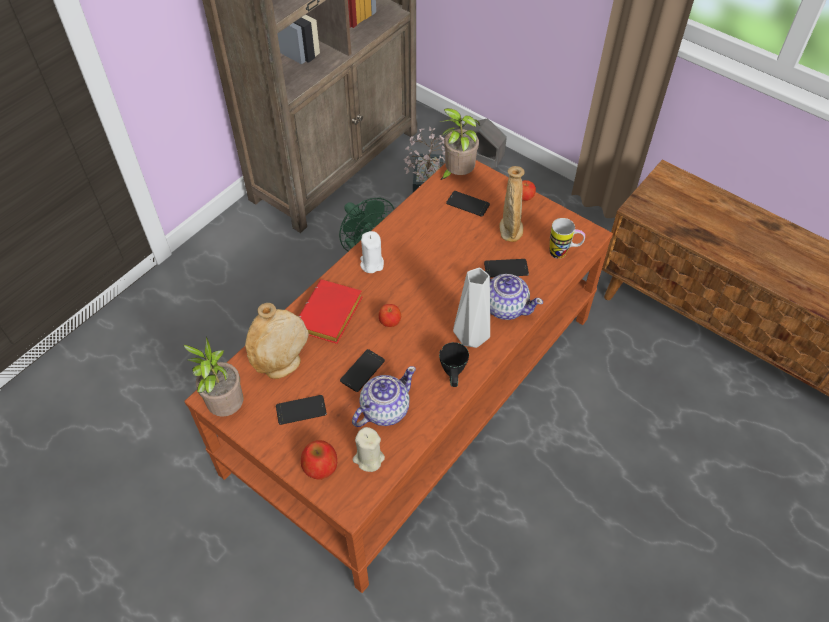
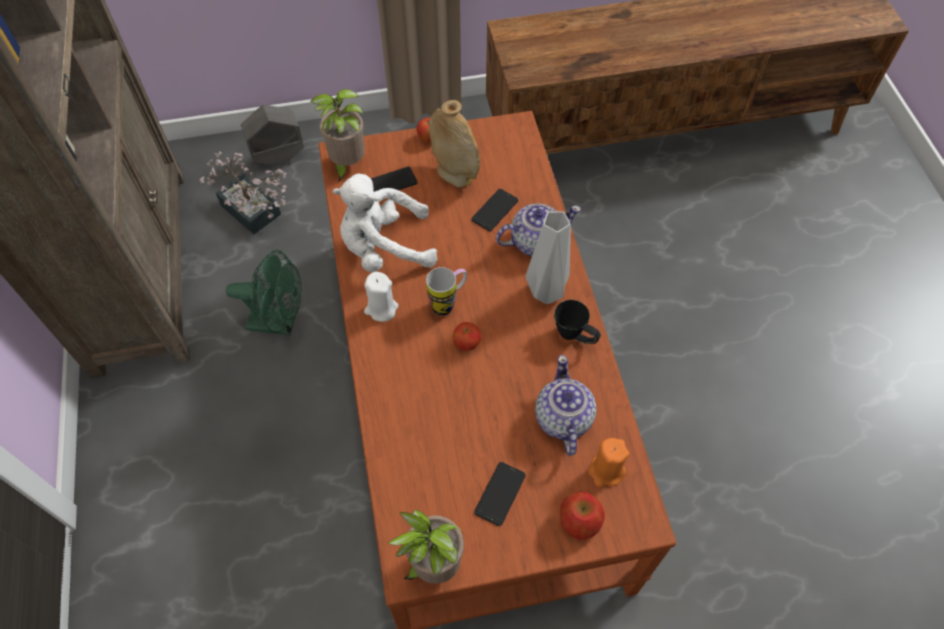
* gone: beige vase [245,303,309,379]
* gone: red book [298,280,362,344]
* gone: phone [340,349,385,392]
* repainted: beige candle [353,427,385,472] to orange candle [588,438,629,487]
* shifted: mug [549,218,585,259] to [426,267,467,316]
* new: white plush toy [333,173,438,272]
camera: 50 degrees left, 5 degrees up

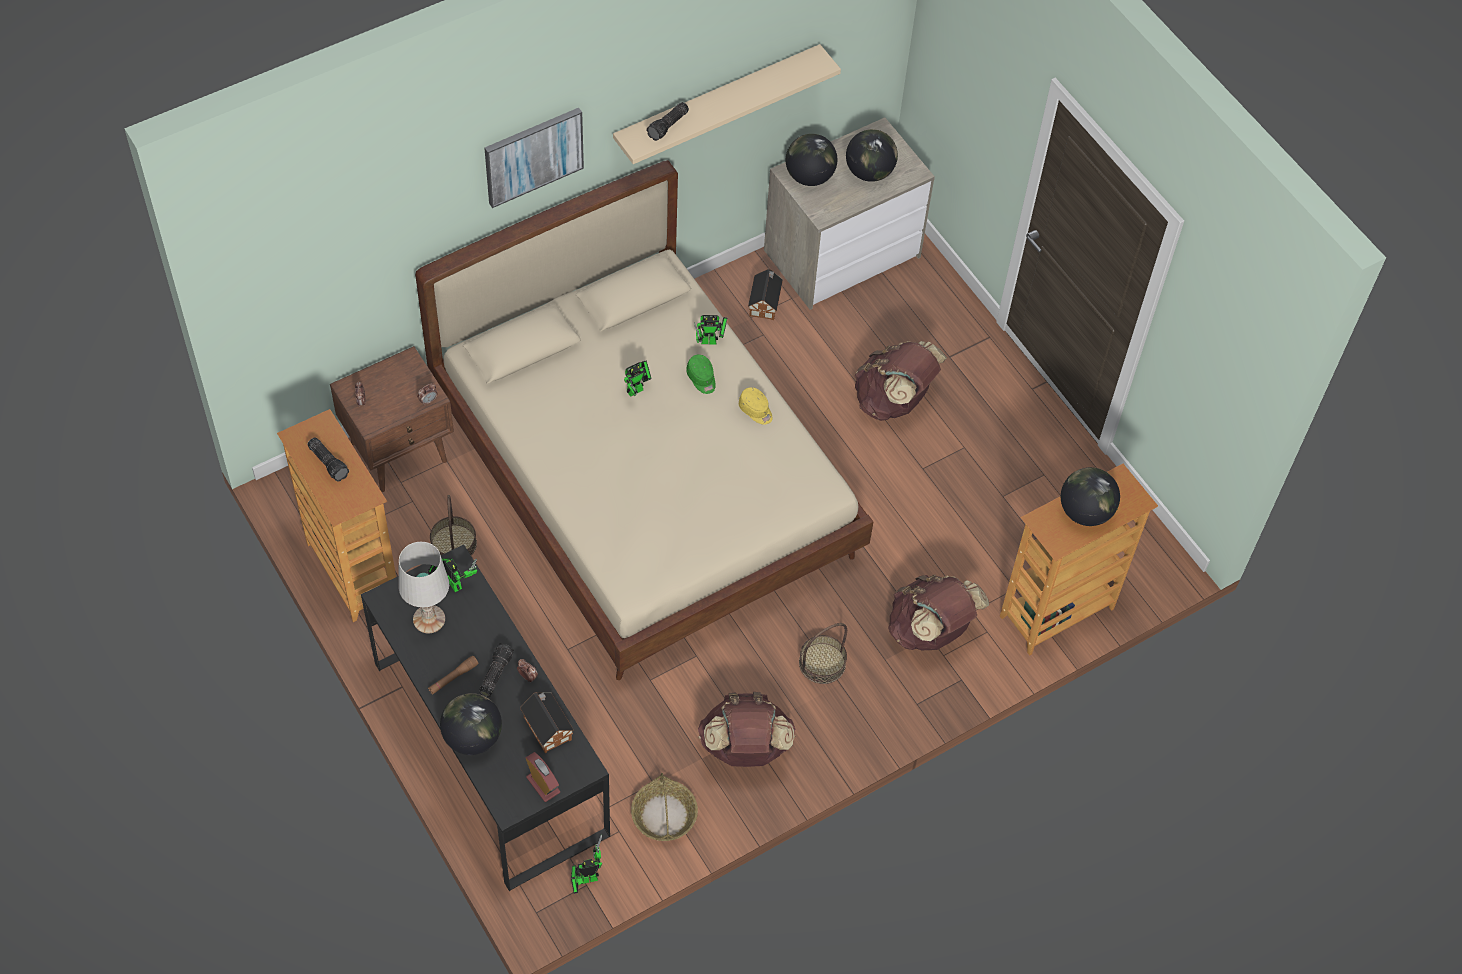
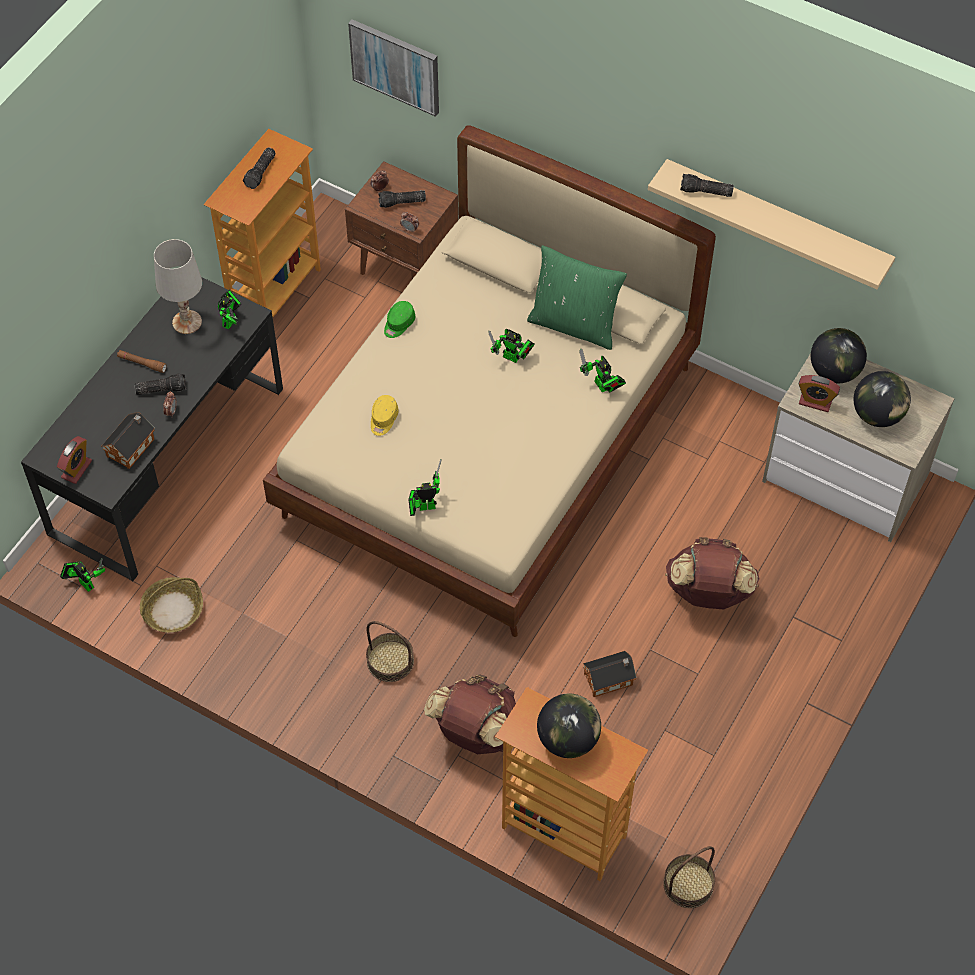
* shifted: basket [430,495,477,556] to [663,846,715,908]
* gone: globe [440,693,502,755]
* shifted: picture [484,108,584,208] to [348,19,439,117]
* shifted: green cap [686,355,716,394] to [384,301,415,338]
* gone: brown backpack [698,692,795,767]
* shifted: yellow cap [739,387,773,425] to [371,395,399,436]
* shifted: toy house [748,269,783,320] to [583,651,637,697]
* new: flashlight [378,190,426,208]
* new: toy robot [408,459,441,516]
* new: green pillow [527,245,627,350]
* new: alarm clock [798,375,840,412]
camera: 65 degrees right, 0 degrees up

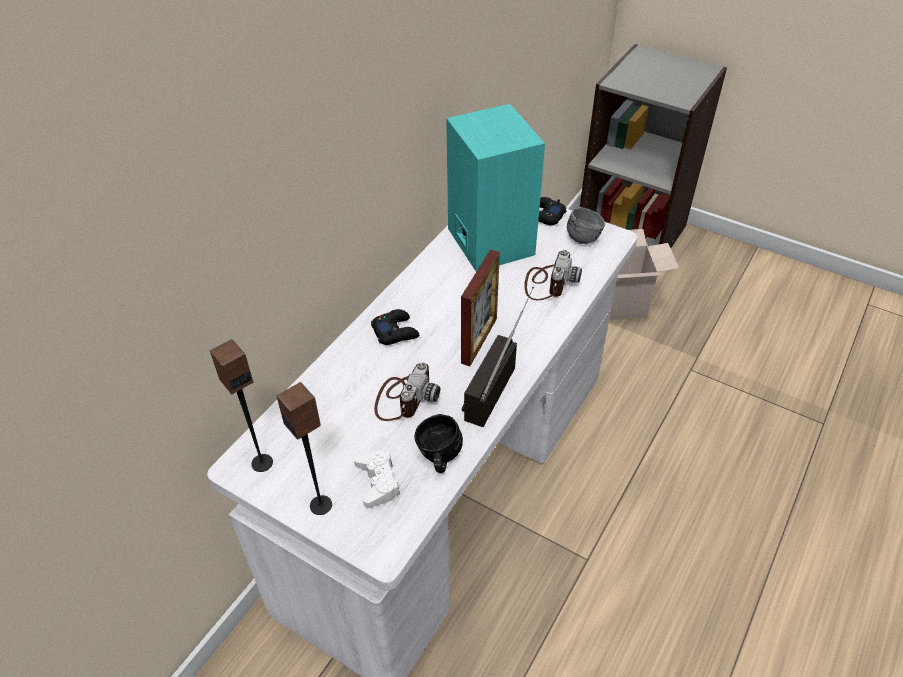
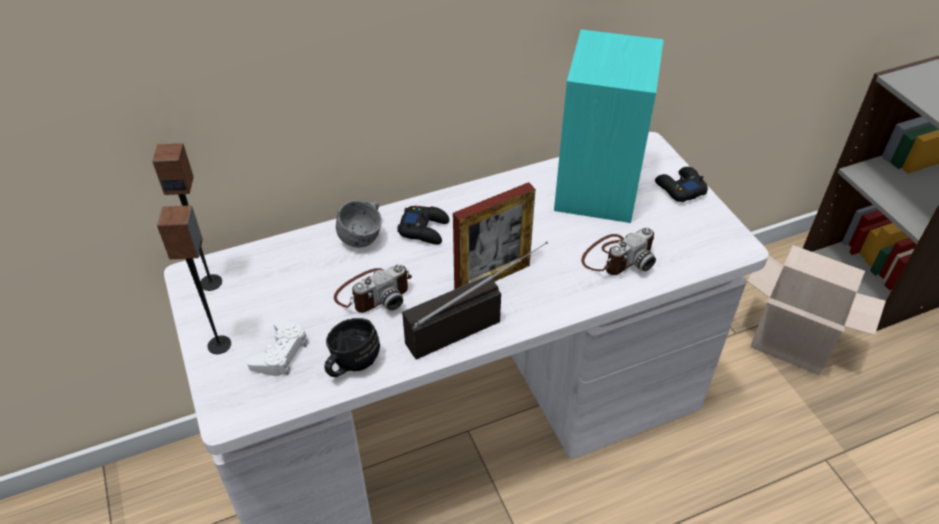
* shifted: grey mug [567,206,605,244] to [336,200,382,248]
camera: 35 degrees right, 0 degrees up

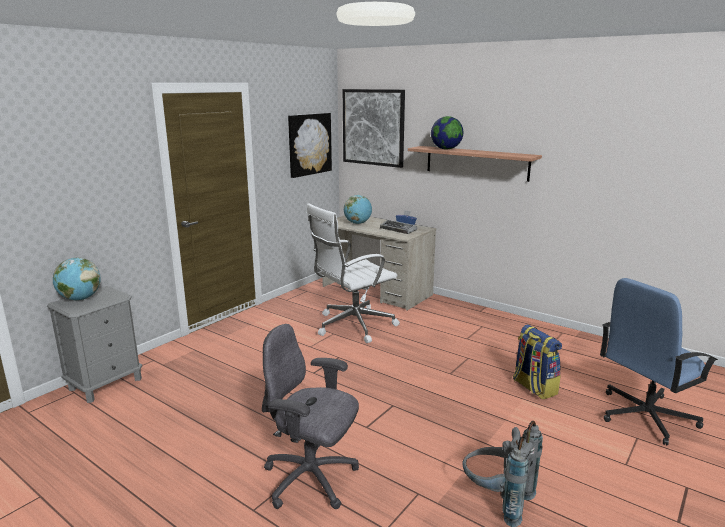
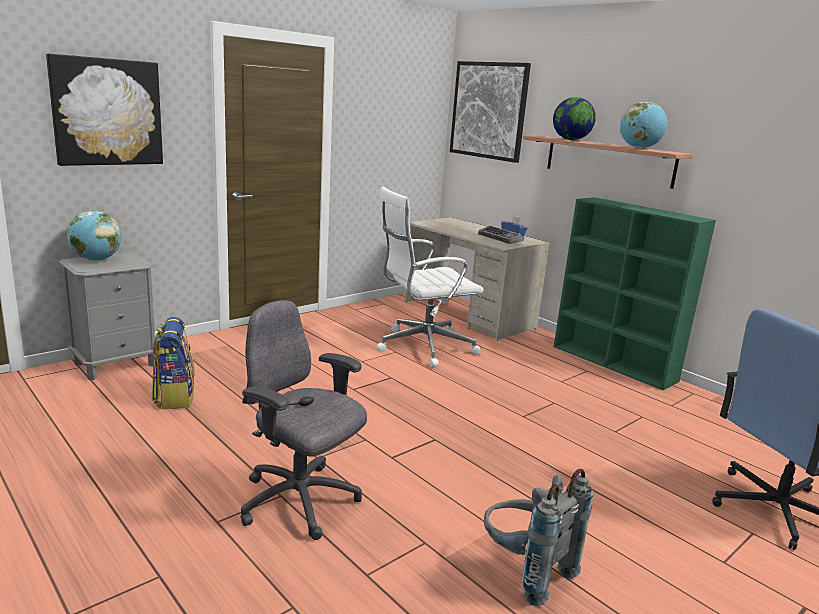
* shifted: picture [288,113,332,178] to [46,54,163,166]
* shifted: globe [344,195,372,224] to [620,102,667,149]
* shifted: backpack [513,324,562,400] to [152,317,195,409]
* new: green bookcase [554,197,716,390]
camera: 10 degrees right, 0 degrees up

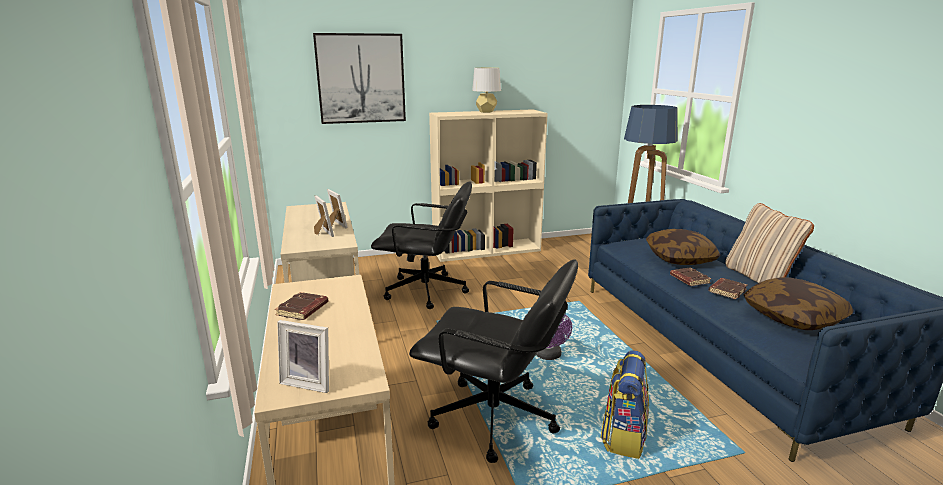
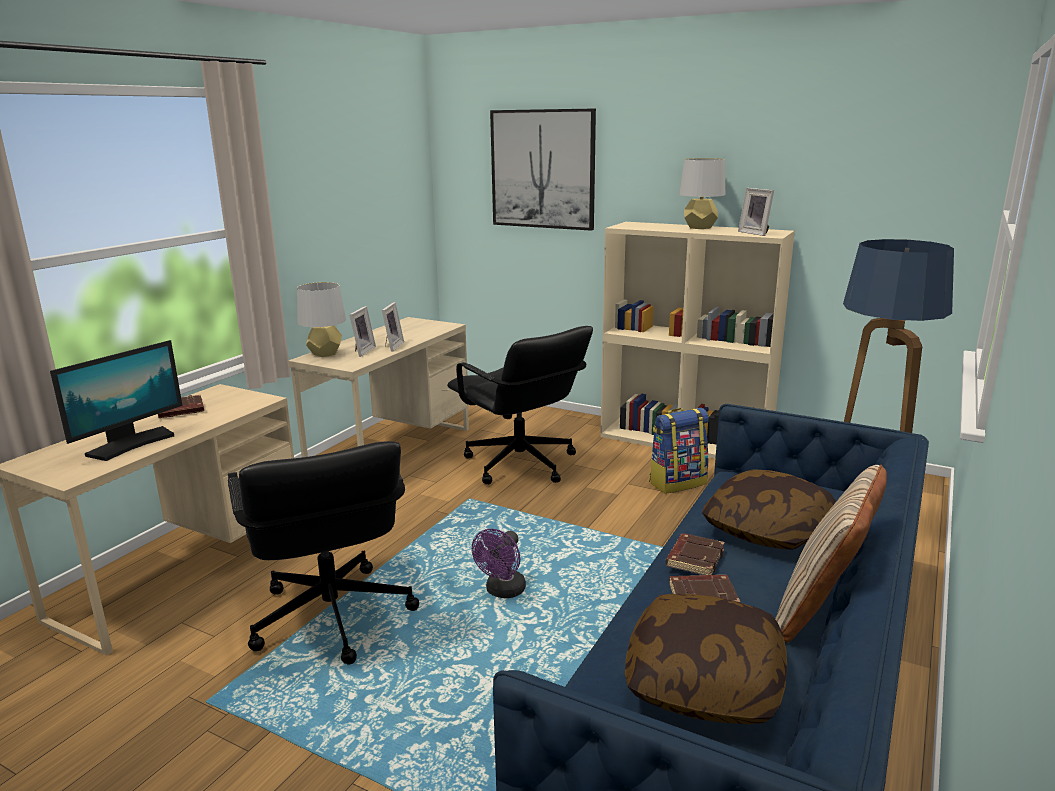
* shifted: picture frame [277,320,329,393] to [738,188,774,236]
* shifted: backpack [601,350,649,459] to [649,408,709,494]
* new: monitor [50,340,183,461]
* new: grey table lamp [297,282,346,357]
camera: 45 degrees right, 0 degrees up

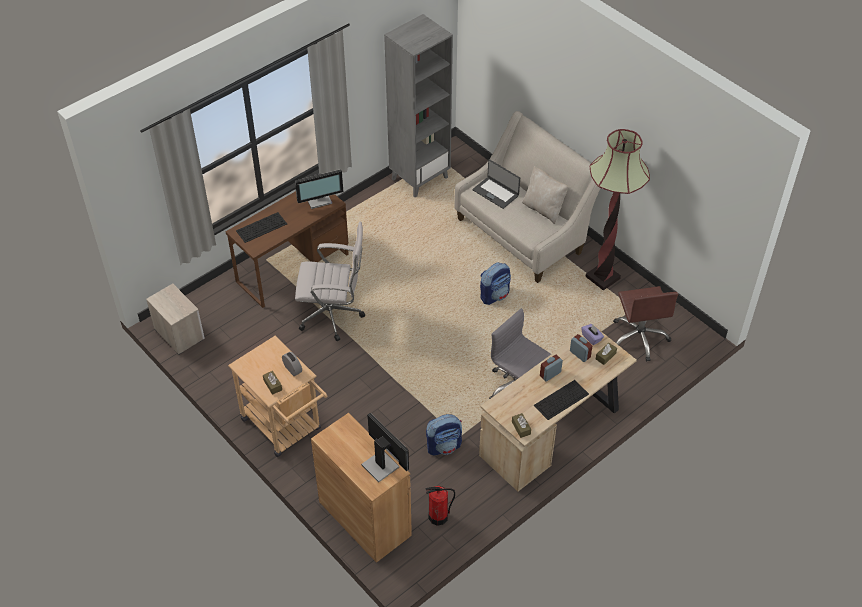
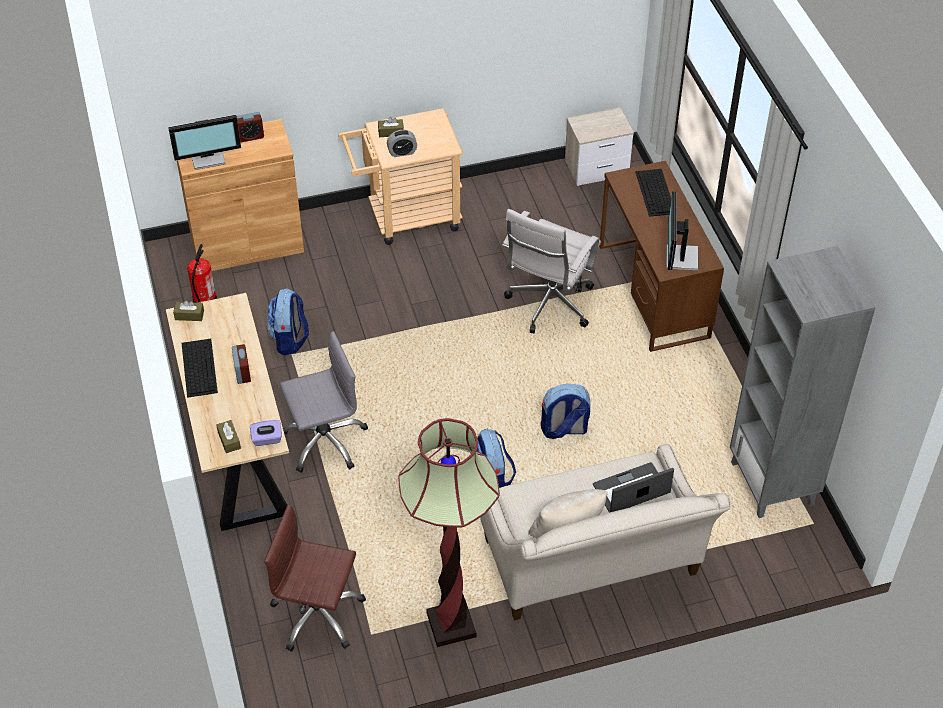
* shifted: alarm clock [570,334,592,362] to [237,112,264,142]
* new: backpack [541,384,590,439]
camera: 115 degrees right, 0 degrees up

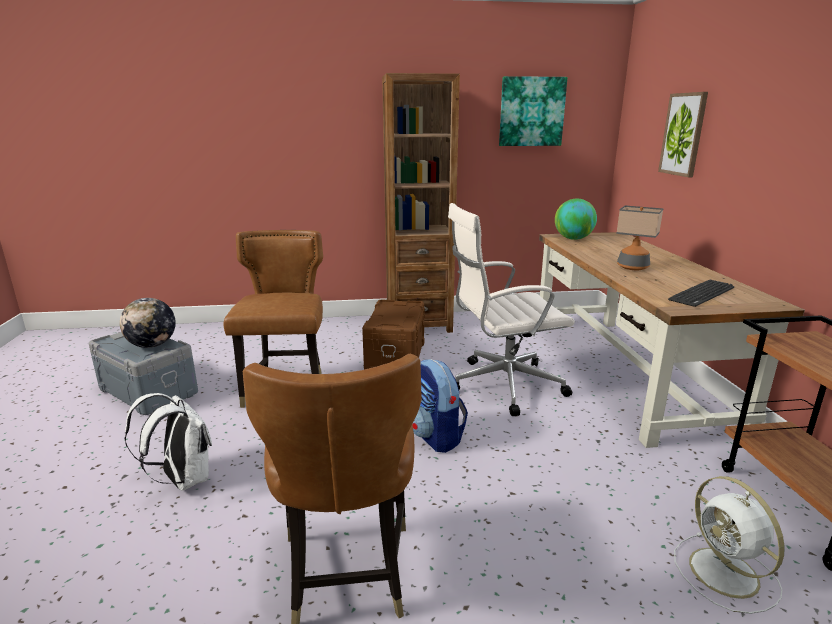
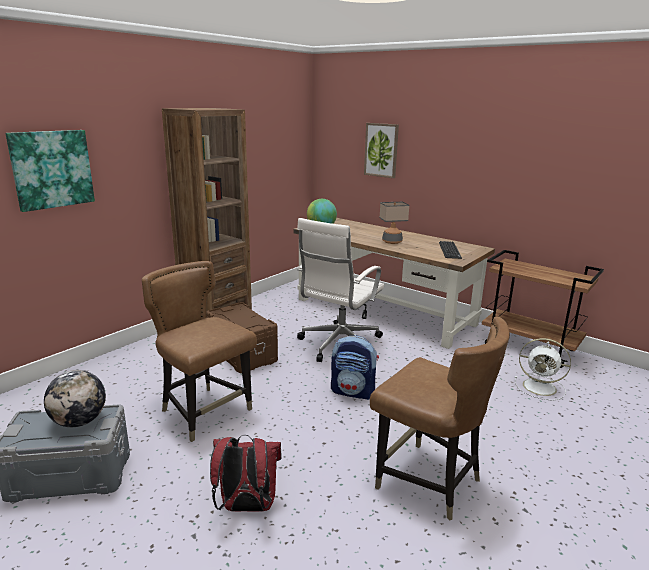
* repainted: white backpack [125,393,212,491] to red backpack [210,435,282,511]
* shifted: picture [499,76,568,146] to [5,130,95,212]
camera: 45 degrees left, 0 degrees up

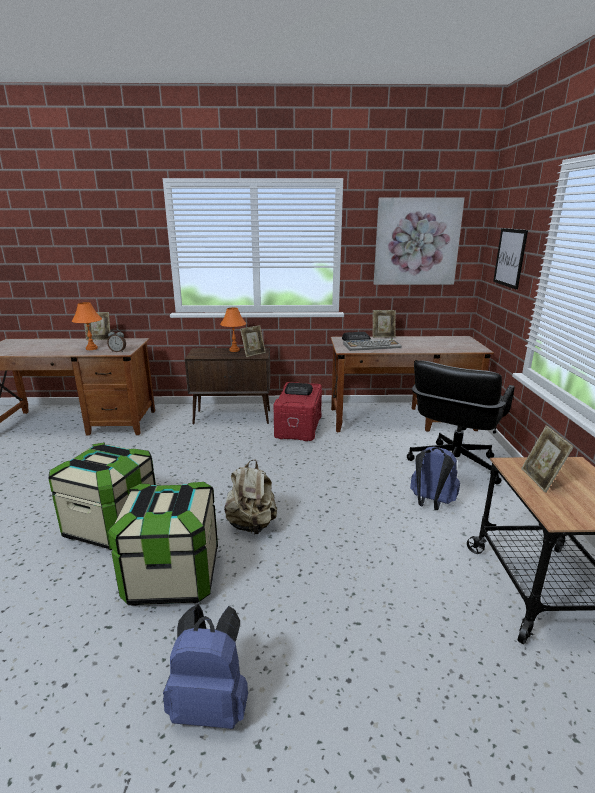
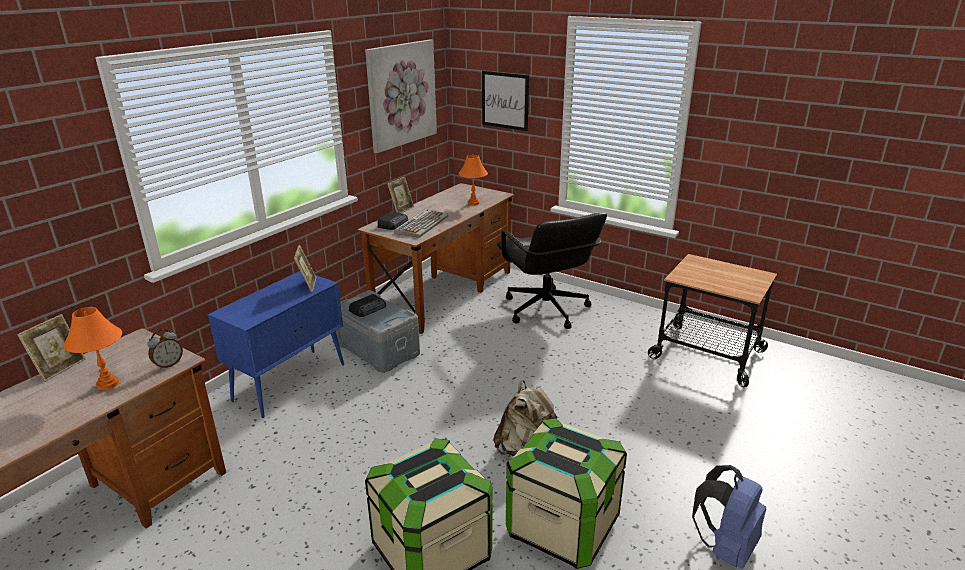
* repainted: brown cabinet [185,348,271,425] to blue cabinet [208,271,344,418]
* shifted: orange table lamp [220,308,246,352] to [458,155,488,205]
* repainted: red storage box [273,382,322,441] to grey storage box [336,290,420,373]
* gone: blue backpack [410,447,460,510]
* gone: picture frame [521,425,574,493]
camera: 55 degrees left, 5 degrees up

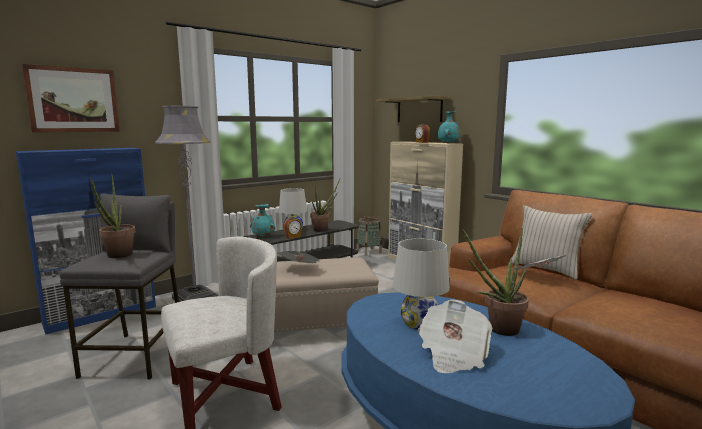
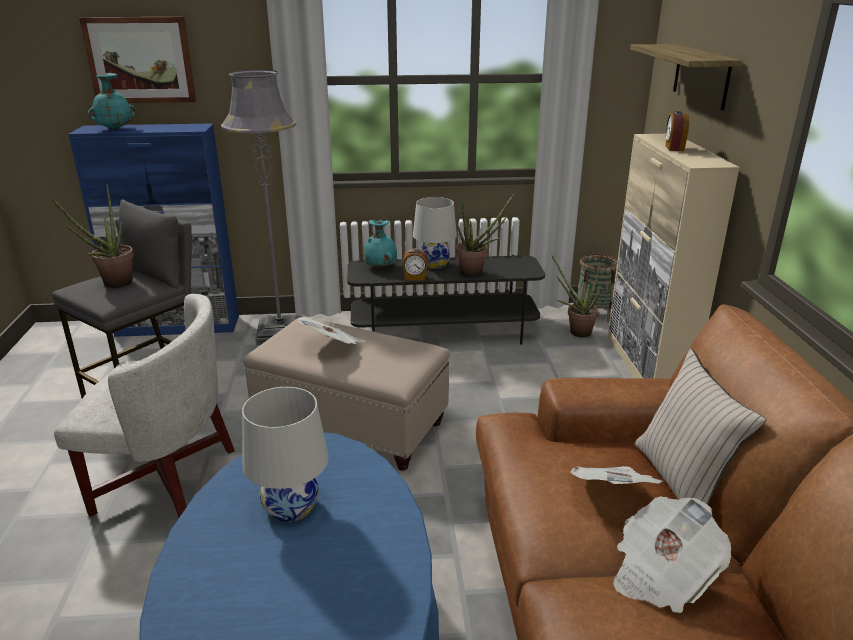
* shifted: newspaper [418,300,492,373] to [613,496,731,613]
* shifted: turquoise vase [438,111,460,144] to [88,73,136,129]
* shifted: potted plant [463,228,529,336] to [552,256,600,337]
camera: 35 degrees right, 15 degrees up

